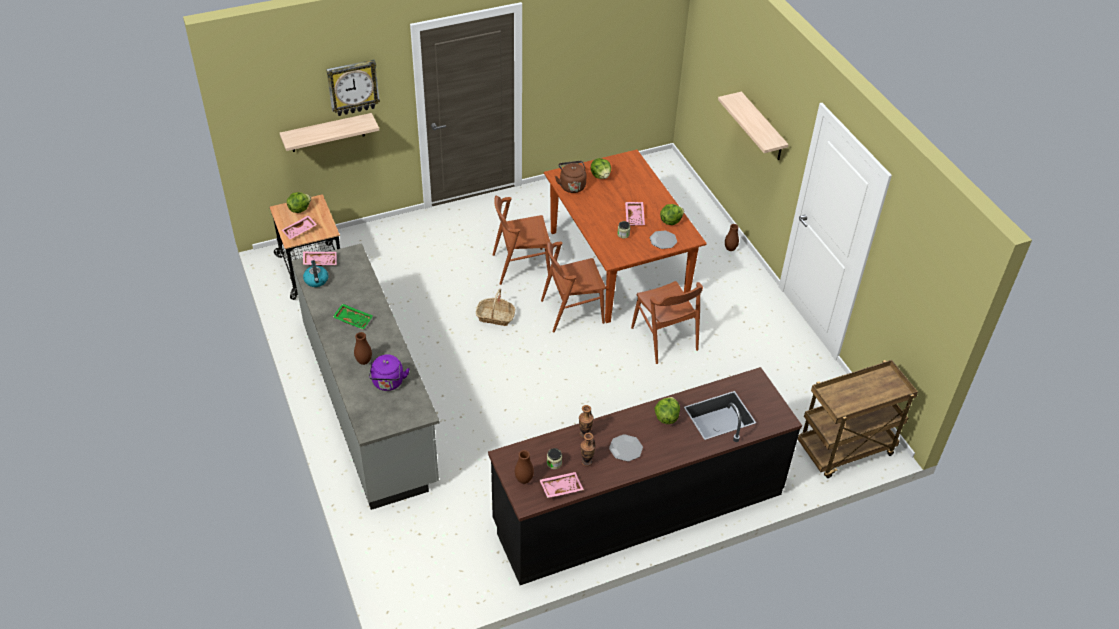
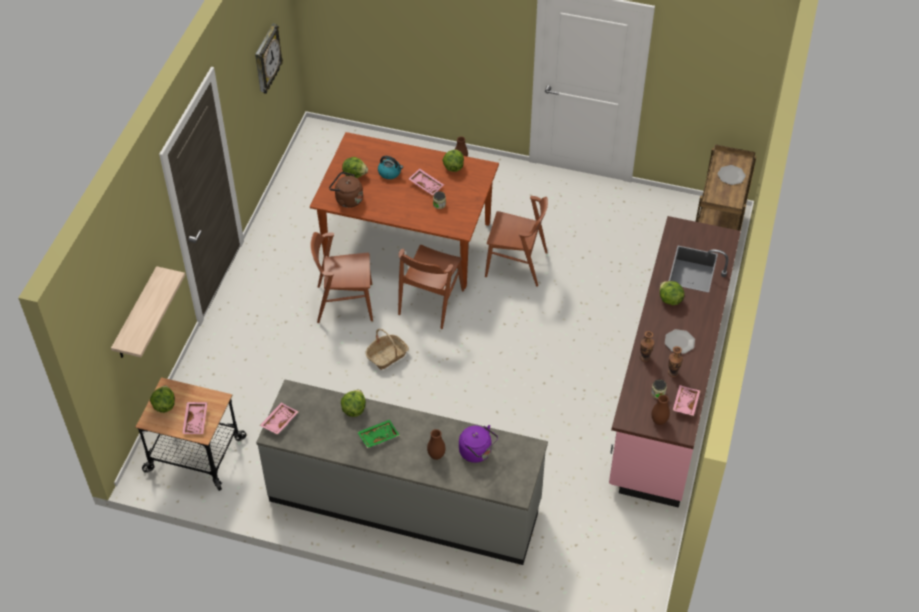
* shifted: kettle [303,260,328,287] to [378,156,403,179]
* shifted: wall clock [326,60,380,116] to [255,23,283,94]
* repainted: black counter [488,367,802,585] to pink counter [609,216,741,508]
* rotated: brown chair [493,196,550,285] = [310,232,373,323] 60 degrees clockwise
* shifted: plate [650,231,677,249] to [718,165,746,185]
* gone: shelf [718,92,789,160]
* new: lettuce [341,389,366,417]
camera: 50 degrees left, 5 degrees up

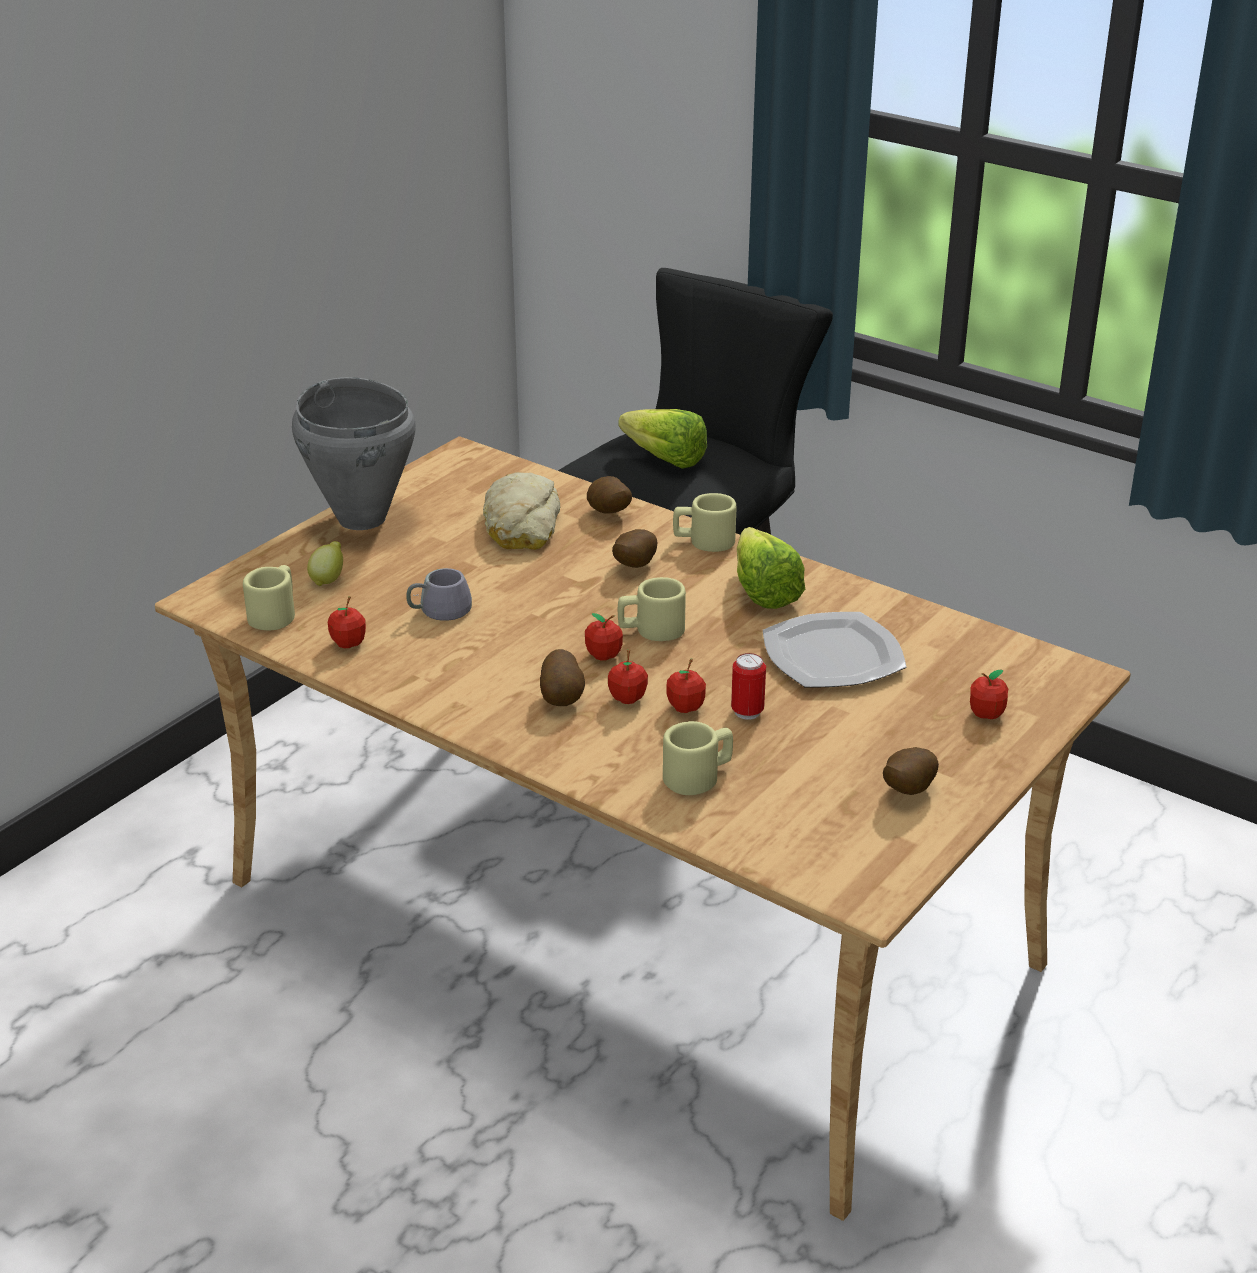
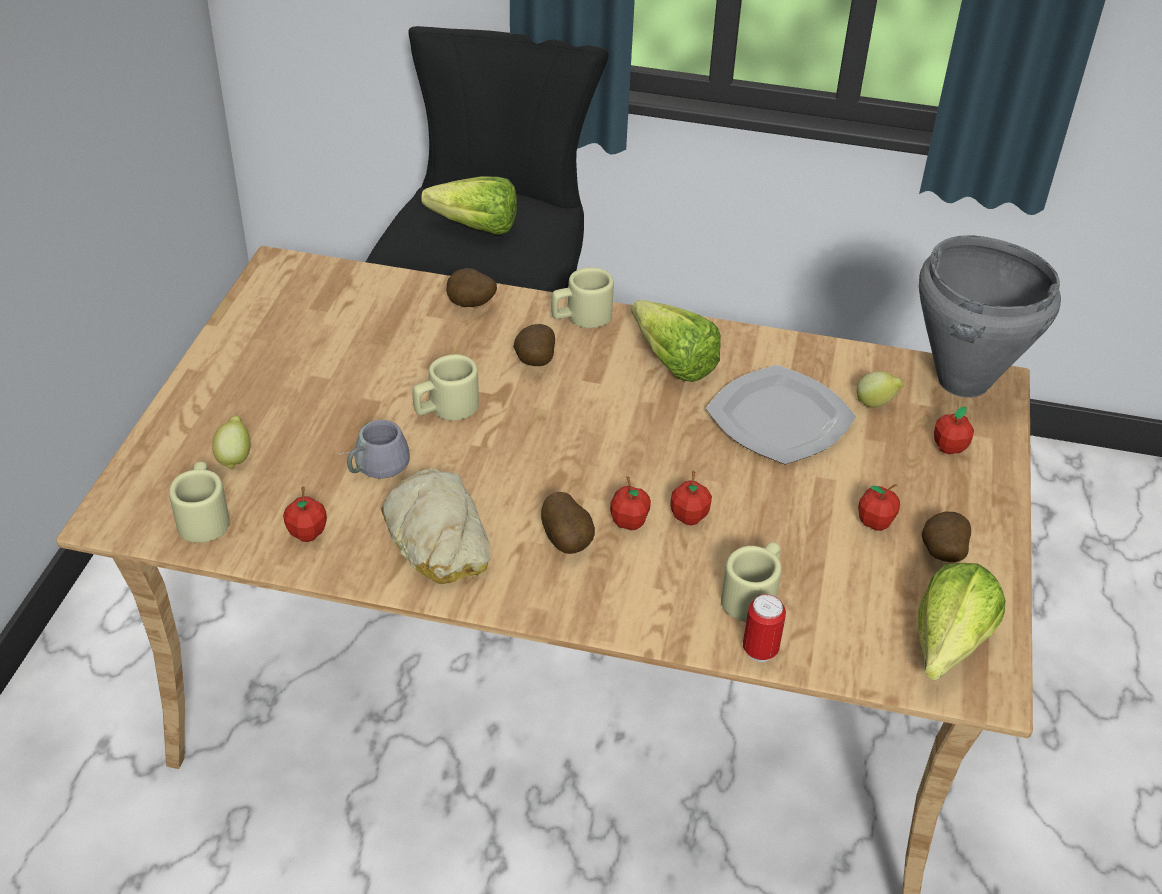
* shifted: grey cooking pot [292,377,416,530] to [919,235,1061,398]
* shifted: bread [483,472,560,550] to [381,469,490,584]
* shifted: apple [585,613,623,661] to [858,484,900,531]
* shifted: beige mug [618,577,686,641] to [413,354,479,421]
* shifted: can [731,653,766,720] to [743,594,786,662]
* new: lemon [856,371,903,408]
* new: lettuce [918,563,1006,680]
camera: 25 degrees left, 10 degrees up

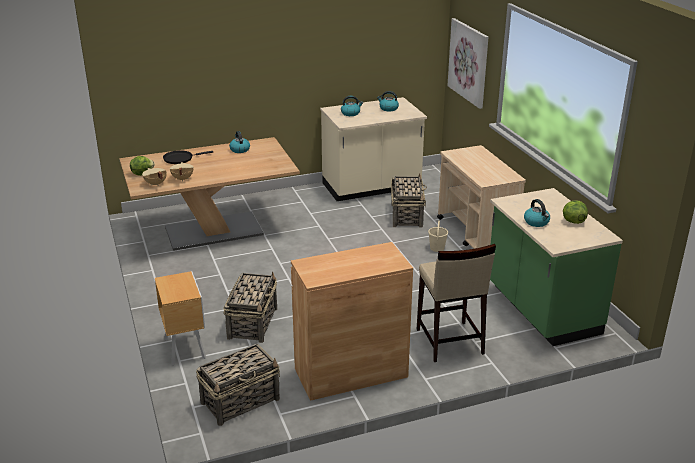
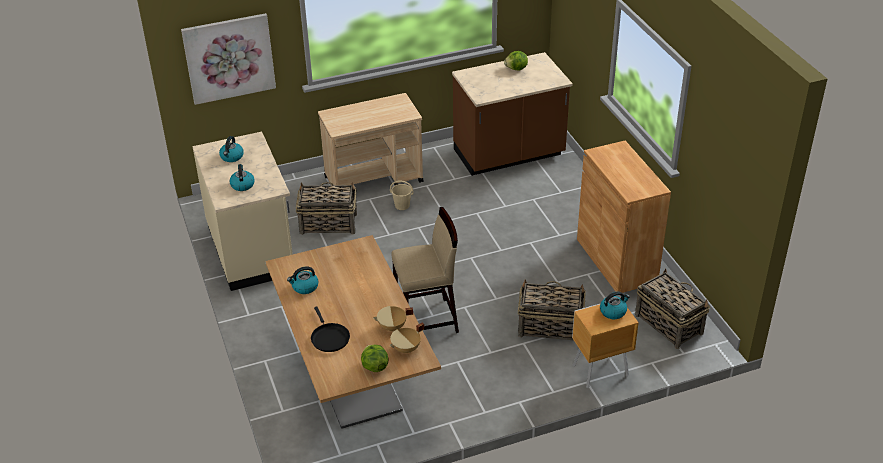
* shifted: beige stool [416,244,496,362] to [391,207,459,333]
* repainted: green counter [490,188,623,346] to brown counter [452,52,573,176]
* shifted: kettle [524,199,550,227] to [600,291,630,319]
camera: 90 degrees left, 10 degrees up

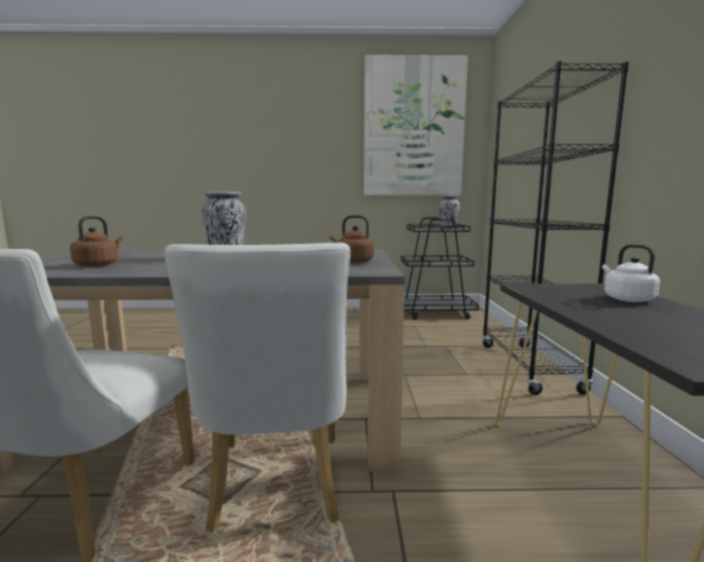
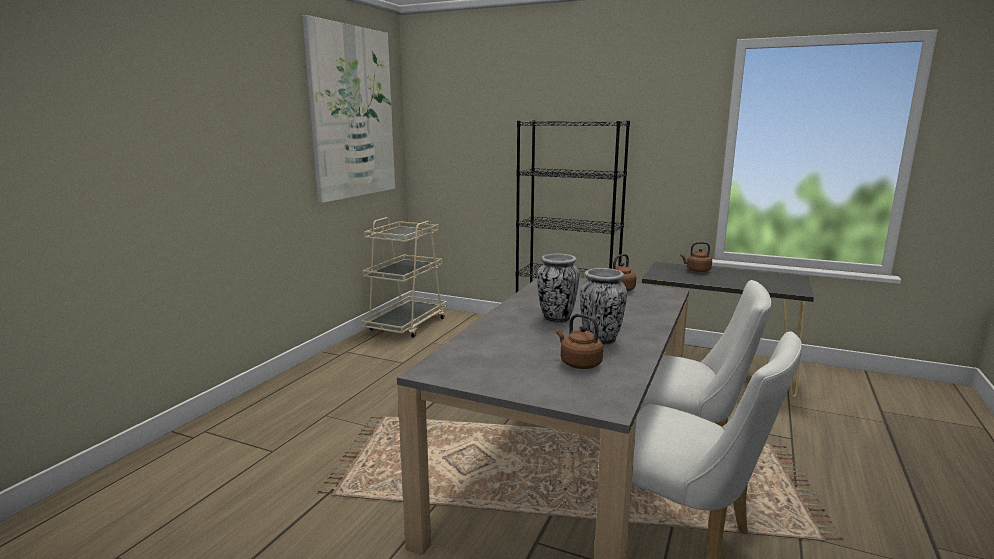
* repainted: black cart [401,217,479,320] to beige cart [361,217,447,338]
* shifted: vase [438,196,460,230] to [580,268,627,345]
* repainted: white kettle [602,244,660,302] to brown kettle [680,242,712,272]
camera: 65 degrees left, 5 degrees up

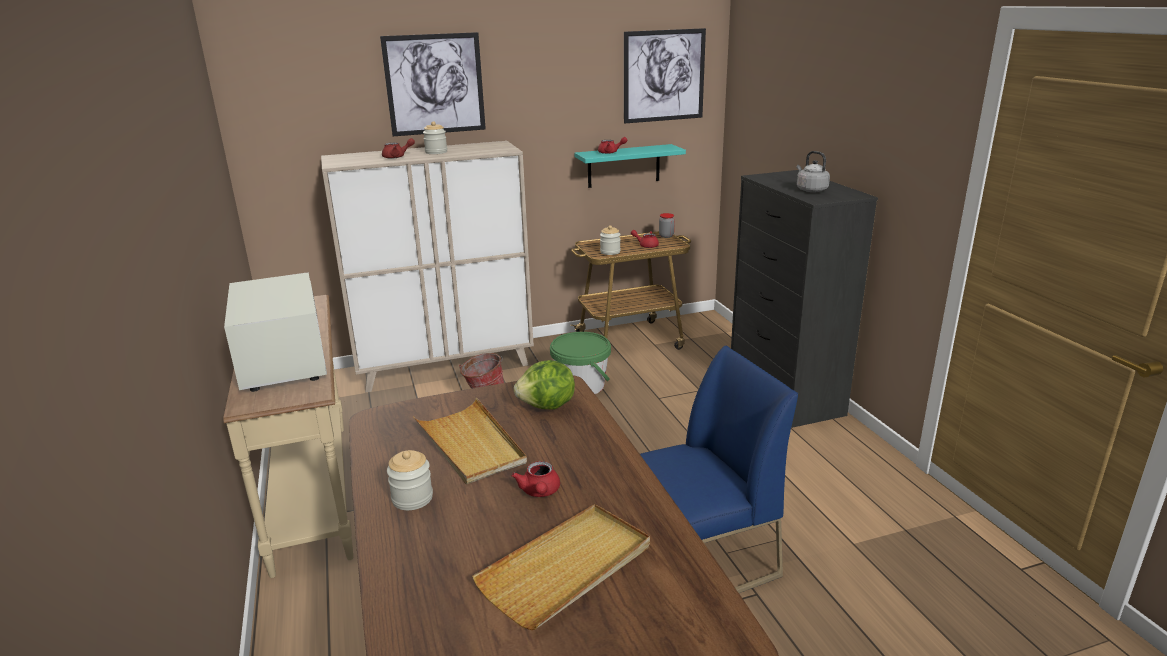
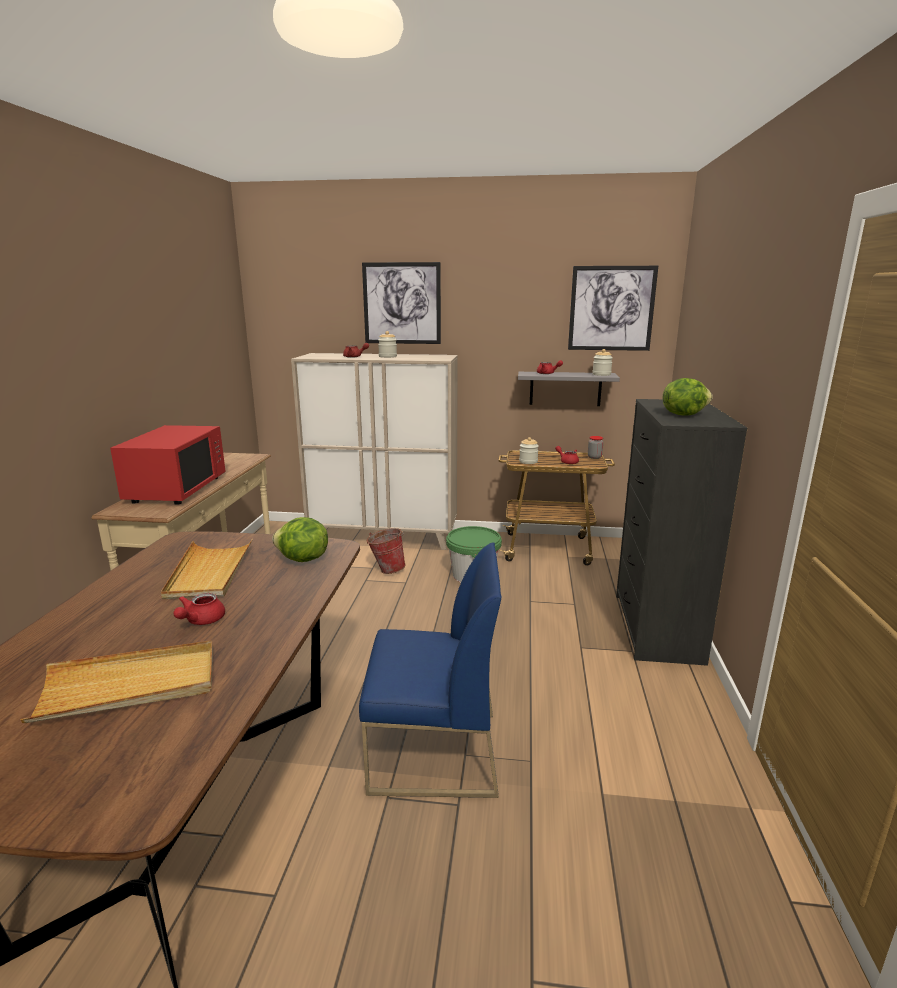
* repainted: white microwave [224,272,327,392] to red microwave [110,425,226,505]
* shifted: jar [387,450,433,510] to [592,349,613,376]
* repainted: turquoise shelf [574,144,686,188] to grey shelf [518,372,620,406]
* swapped: grey kettle [796,151,830,192] to lettuce [663,378,713,416]
camera: 25 degrees right, 5 degrees down

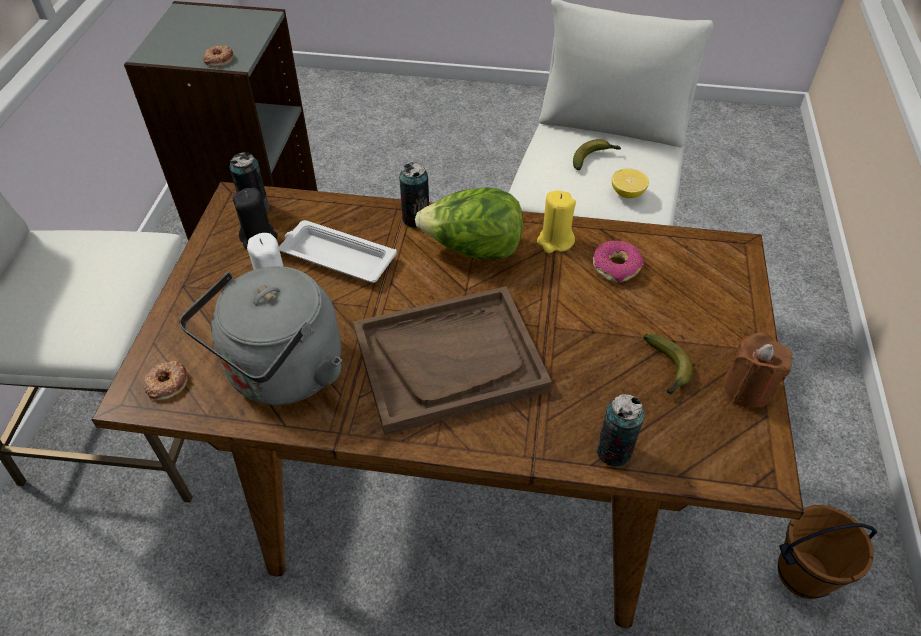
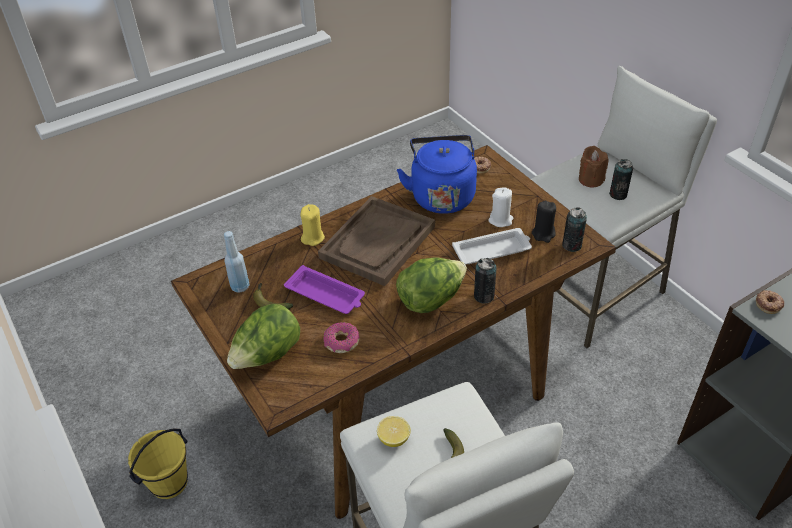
* repainted: grey kettle [179,266,342,405] to blue kettle [397,135,477,214]
* shifted: yellow candle [537,190,576,253] to [301,204,325,246]
* shifted: can [596,394,645,467] to [609,159,633,200]
* shifted: brown candle [723,333,792,409] to [579,146,609,188]
* repainted: brown bucket [778,505,877,599] to yellow bucket [128,429,188,499]
* new: blue bottle [224,231,249,293]
* new: lettuce [227,304,300,369]
* new: purple tray [284,265,365,314]
camera: 140 degrees right, 5 degrees down

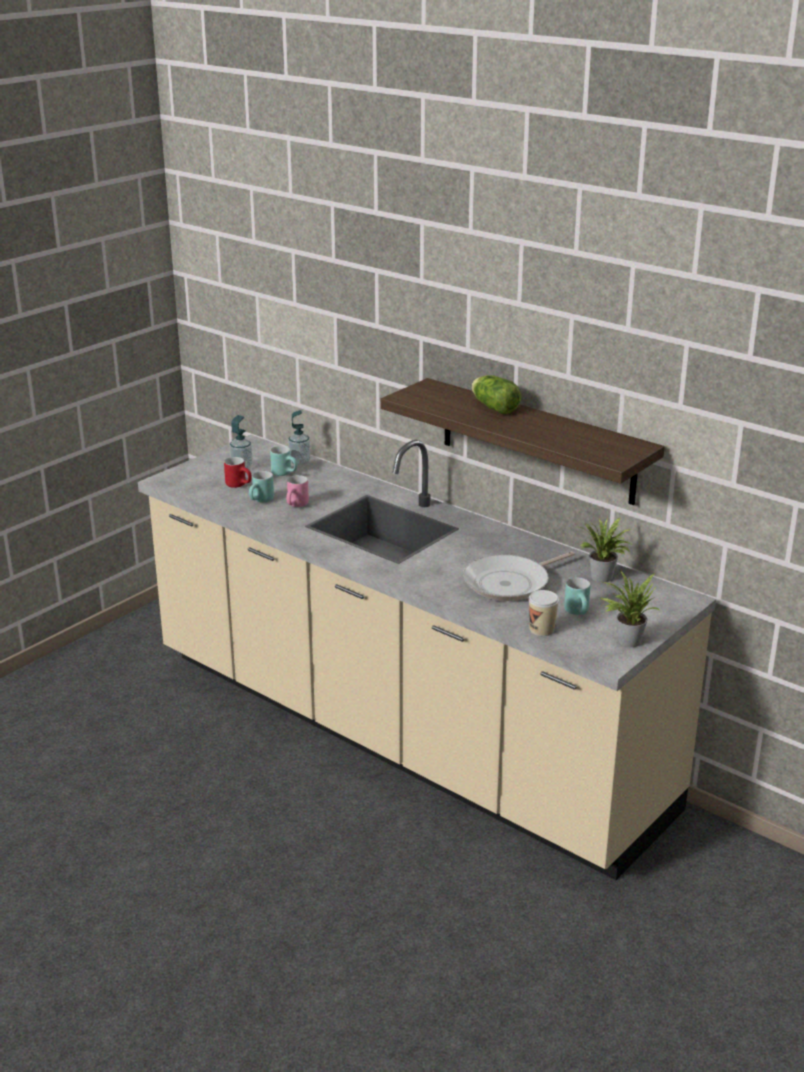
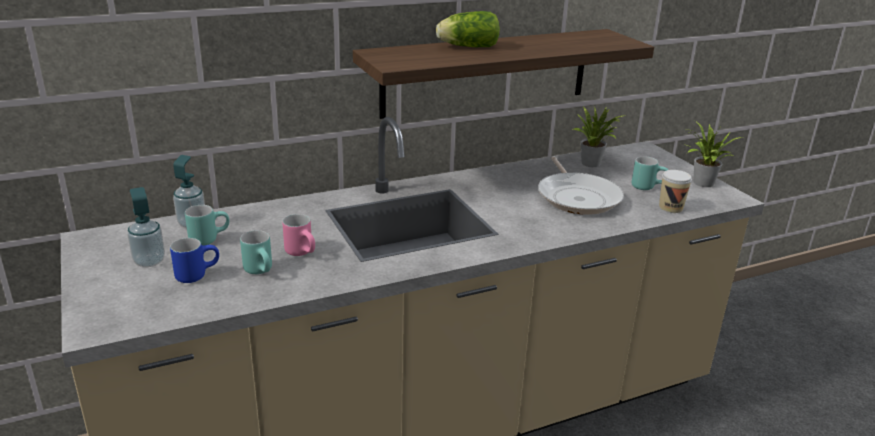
* repainted: red mug [224,457,252,488] to blue mug [170,238,219,283]
camera: 65 degrees left, 0 degrees up

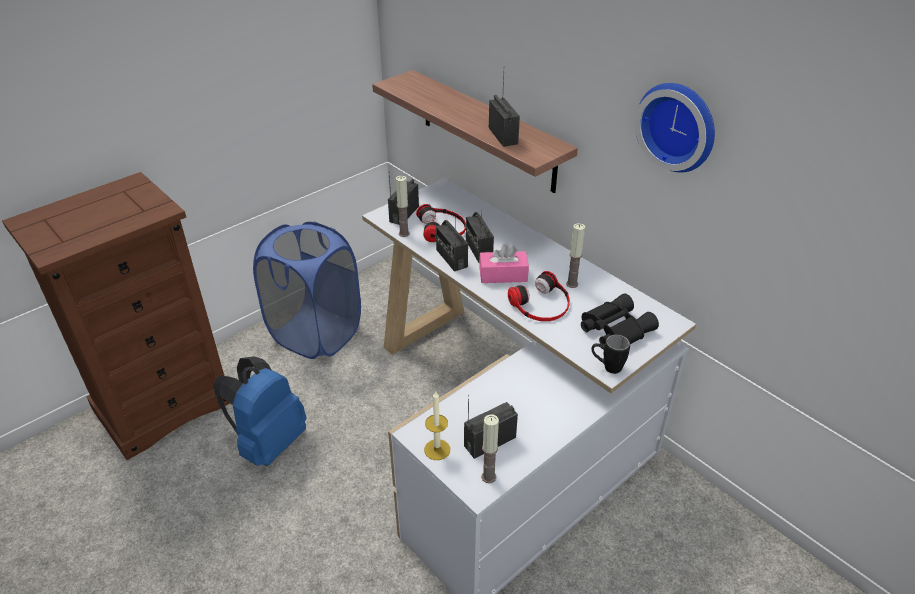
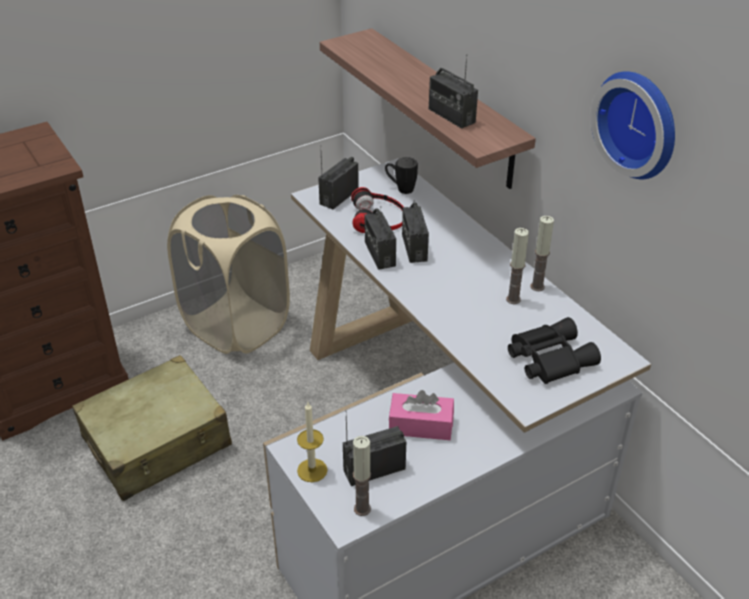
* swapped: blue backpack [214,356,306,466] to beige suitcase [72,355,232,501]
* repainted: blue laundry basket [253,221,361,359] to beige laundry basket [167,195,290,354]
* shifted: candle [396,176,410,237] to [530,216,554,291]
* shifted: pink tissue box [479,244,529,283] to [388,390,454,440]
* rotated: radio [489,72,520,147] = [429,54,478,129] 150 degrees clockwise
* gone: headphones [508,271,570,321]
* shifted: black mug [591,334,630,374] to [385,157,418,194]
camera: 10 degrees right, 0 degrees up

